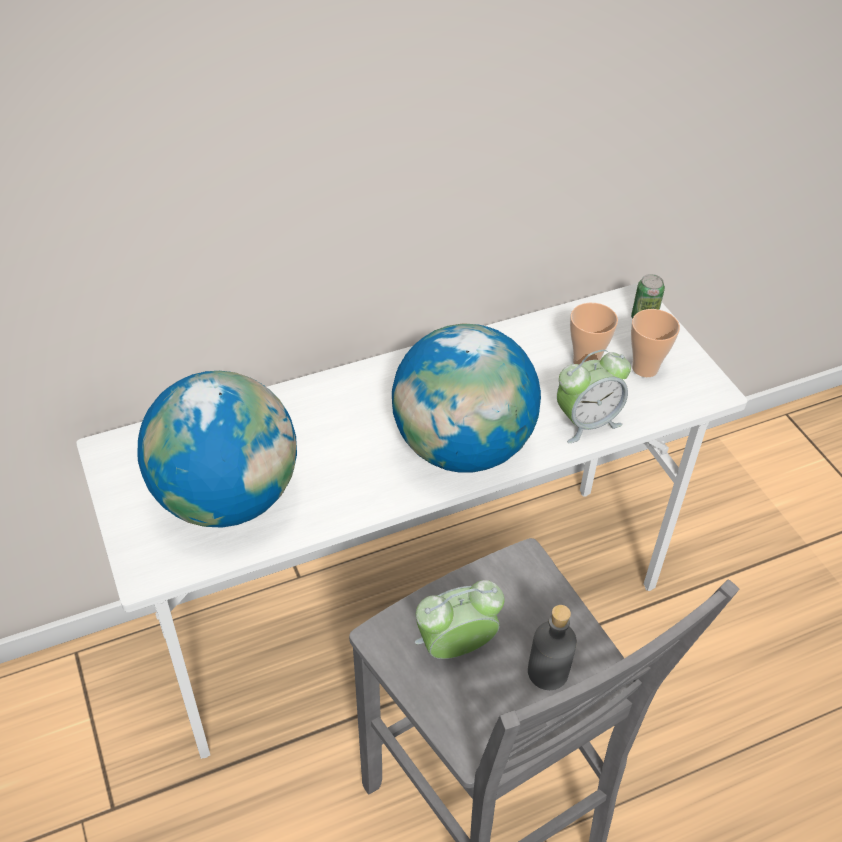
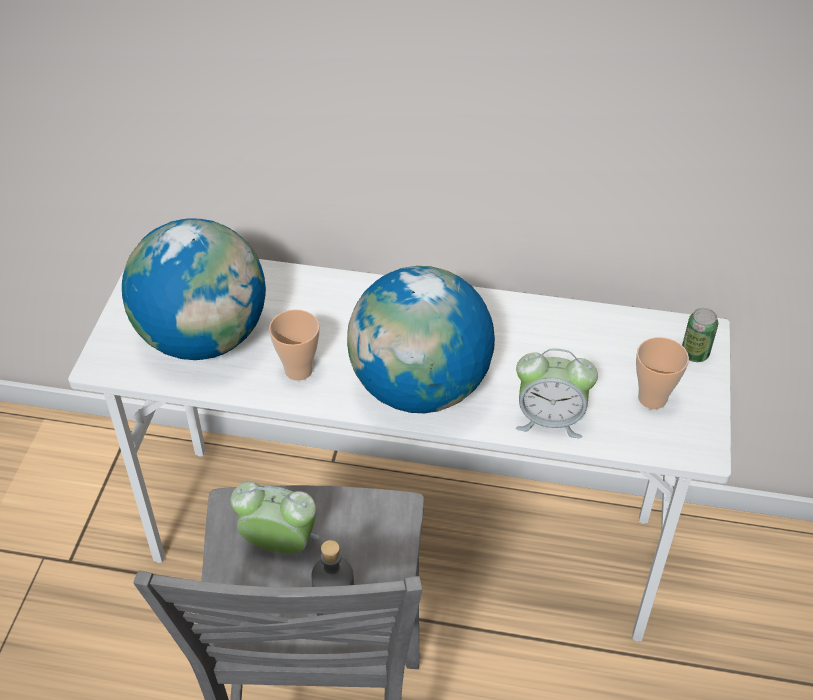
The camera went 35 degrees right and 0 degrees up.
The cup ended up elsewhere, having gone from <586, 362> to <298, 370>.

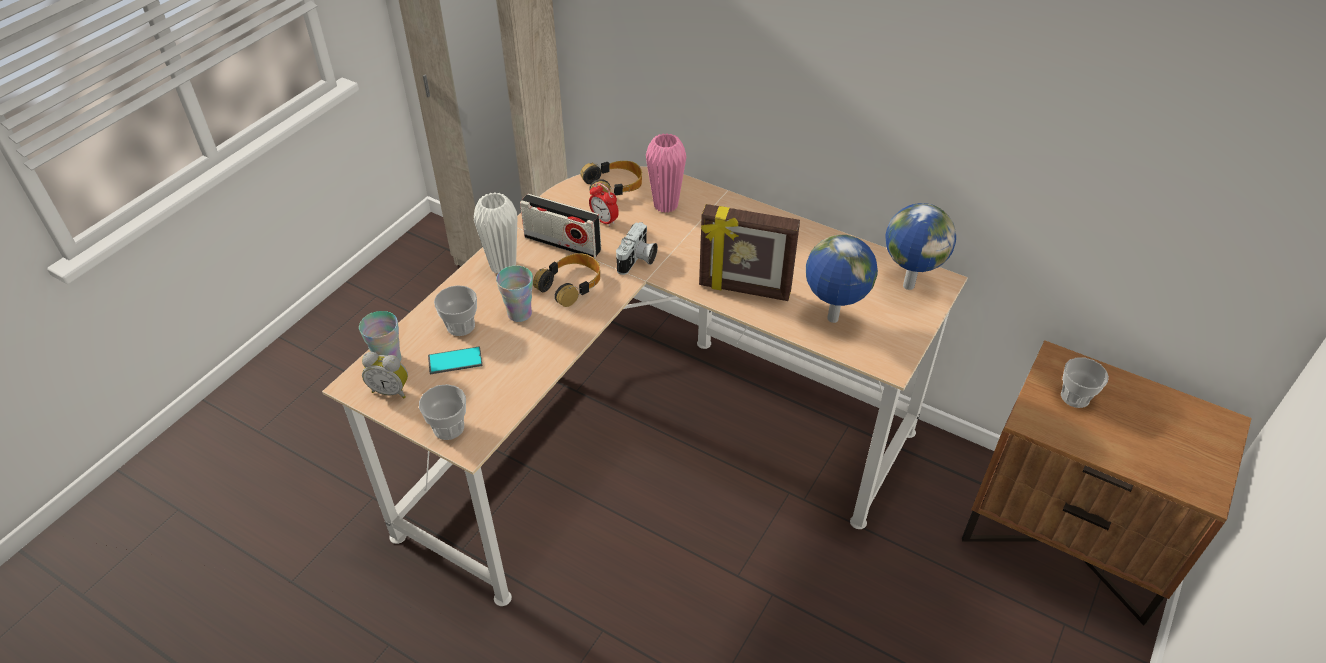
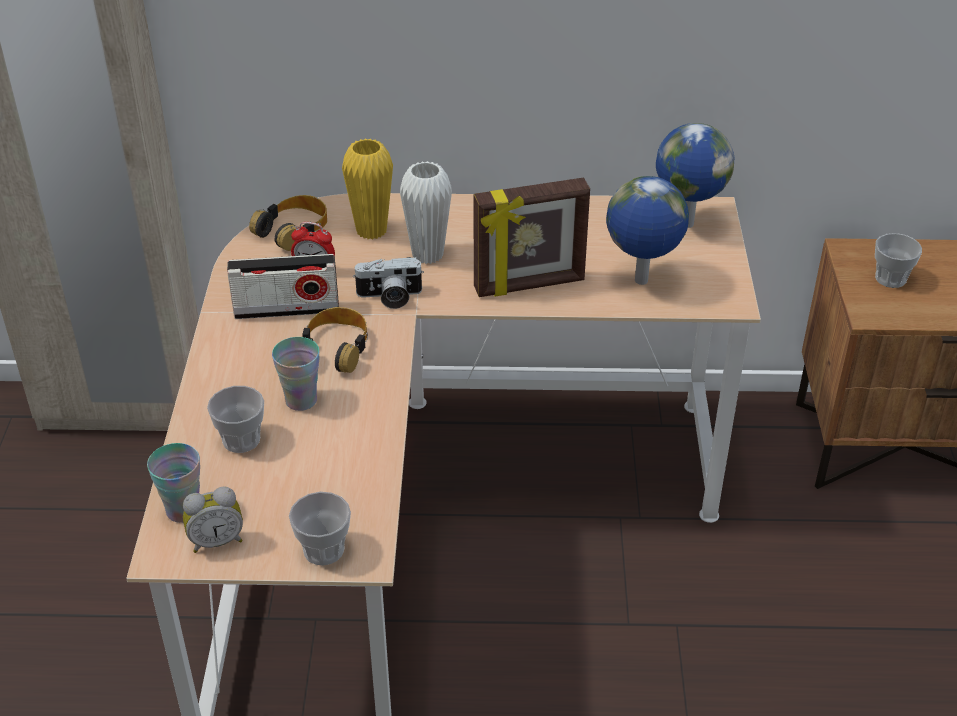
The camera went 30 degrees left and 5 degrees down.
What was the pink vase at <665, 205> turned into the yellow vase at <371, 231>.
The photo camera at <638, 260> ended up facing another way, 90 degrees clockwise from before.
The white vase ended up elsewhere, having gone from <503, 266> to <427, 255>.
The second view lost the phone at <455, 361>.

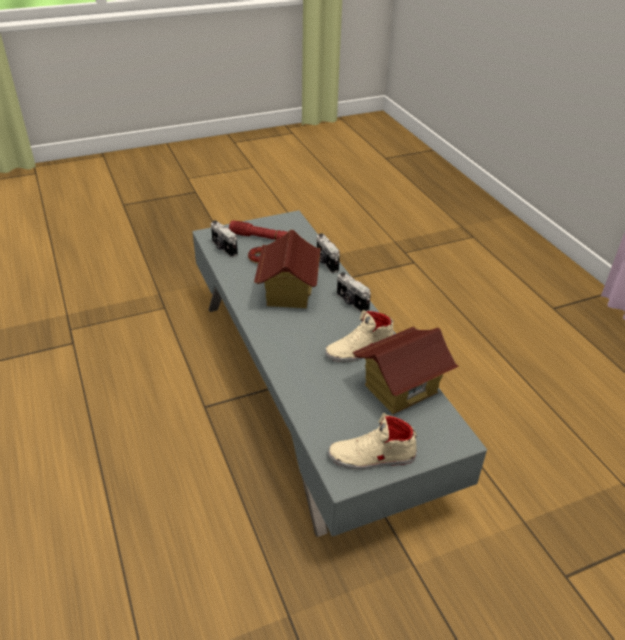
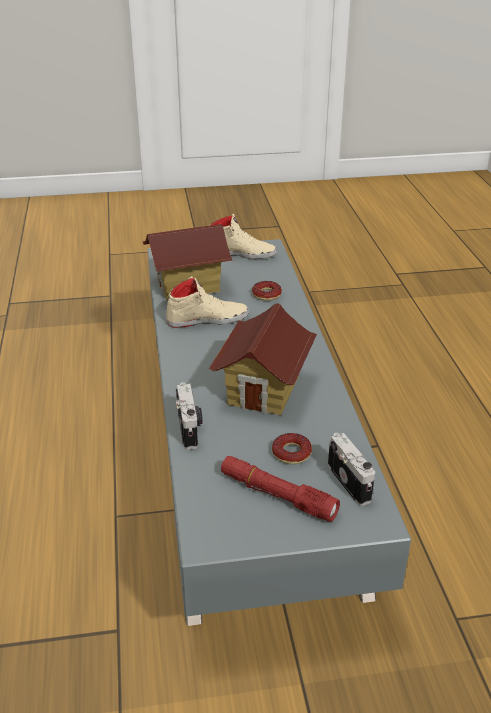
The camera went 165 degrees left and 5 degrees down.
The second view gained the donut at <266, 294>.
The second view lost the photo camera at <351, 303>.

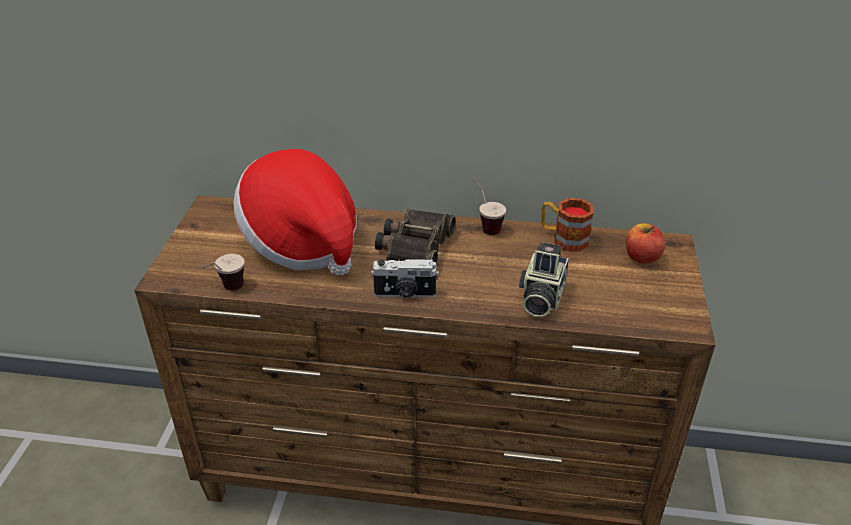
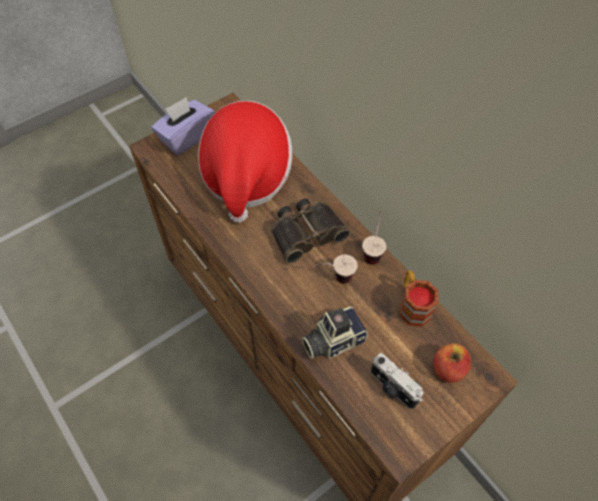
The camera went 45 degrees right and 20 degrees up.
The second view gained the purple tissue box at <186, 137>.
The cup ended up elsewhere, having gone from <226, 291> to <334, 279>.
The photo camera ended up elsewhere, having gone from <405, 294> to <392, 388>.

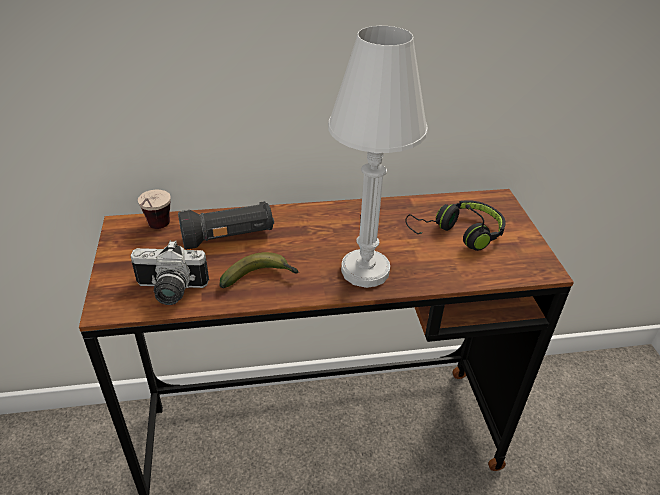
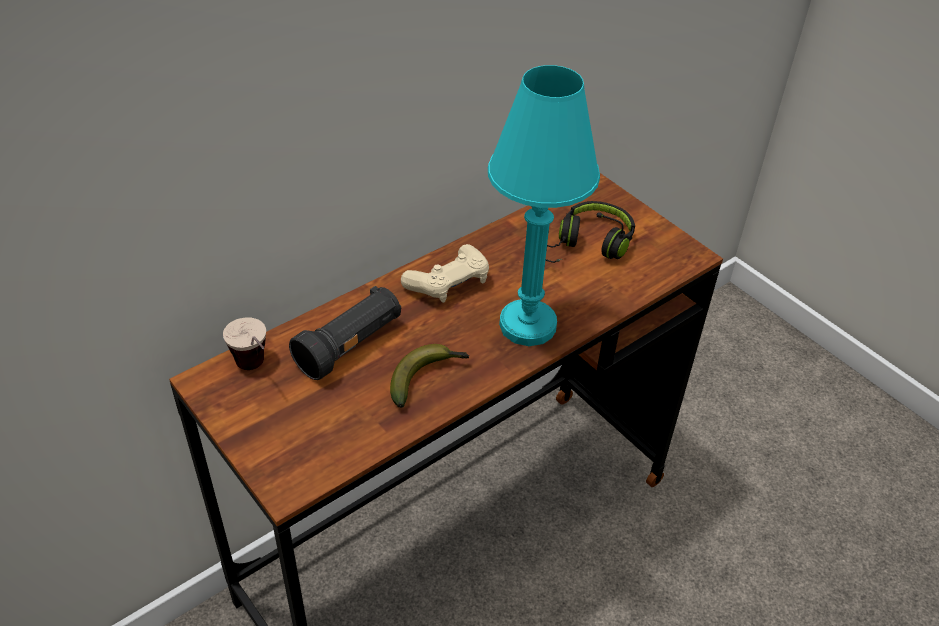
The camera went 30 degrees left and 5 degrees up.
The second view gained the beige game controller at <448, 283>.
What was the white table lamp at <365, 271> turned into the turquoise table lamp at <528, 325>.
The second view lost the photo camera at <170, 291>.

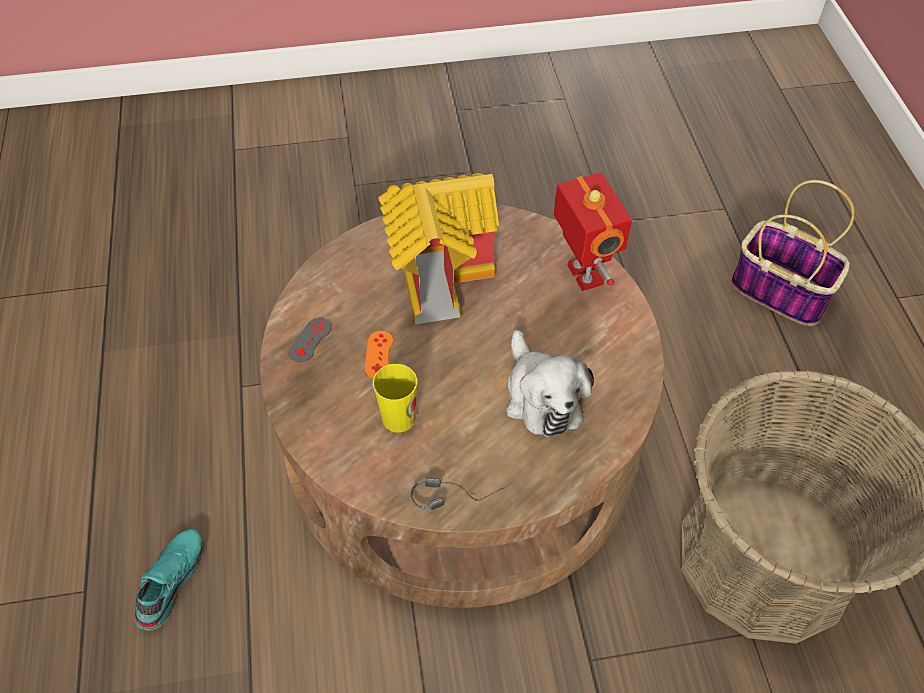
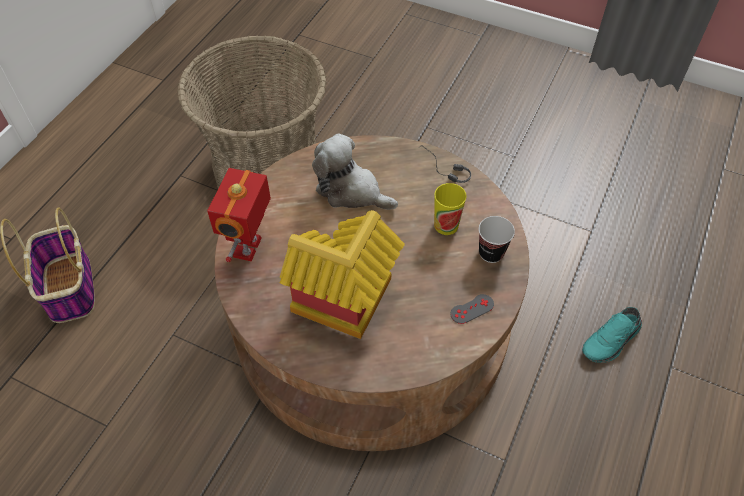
The camera went 145 degrees left and 0 degrees up.
The plush toy at <541, 396> ended up facing another way, 75 degrees counterclockwise from before.
The second view gained the cup at <491, 253>.
The second view lost the orange game controller at <379, 355>.

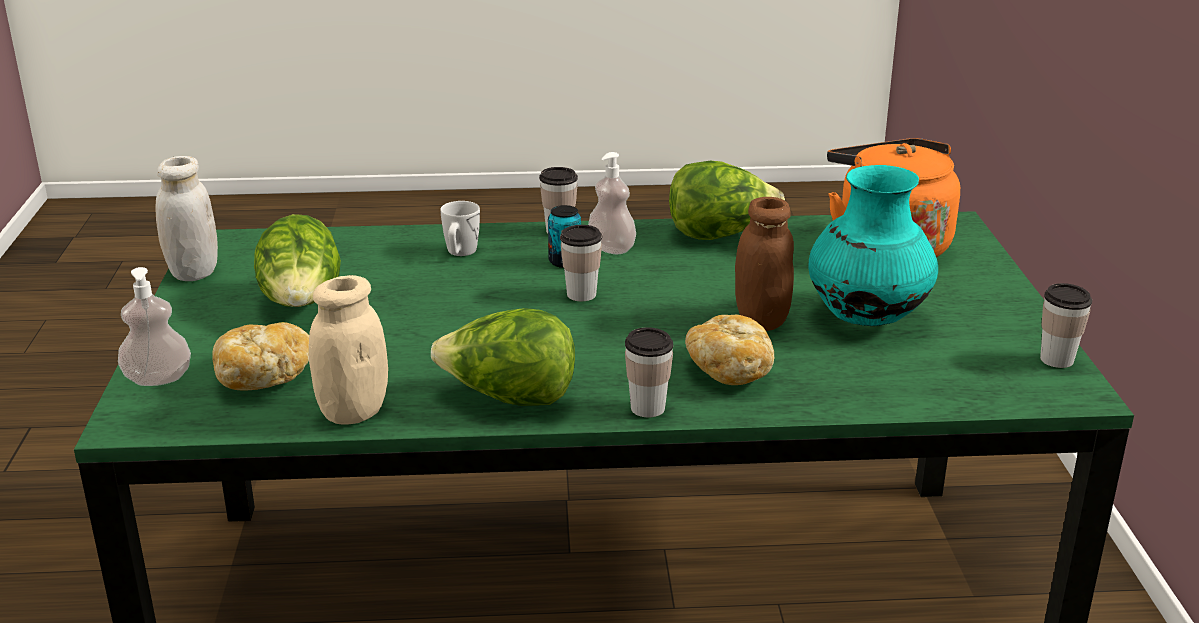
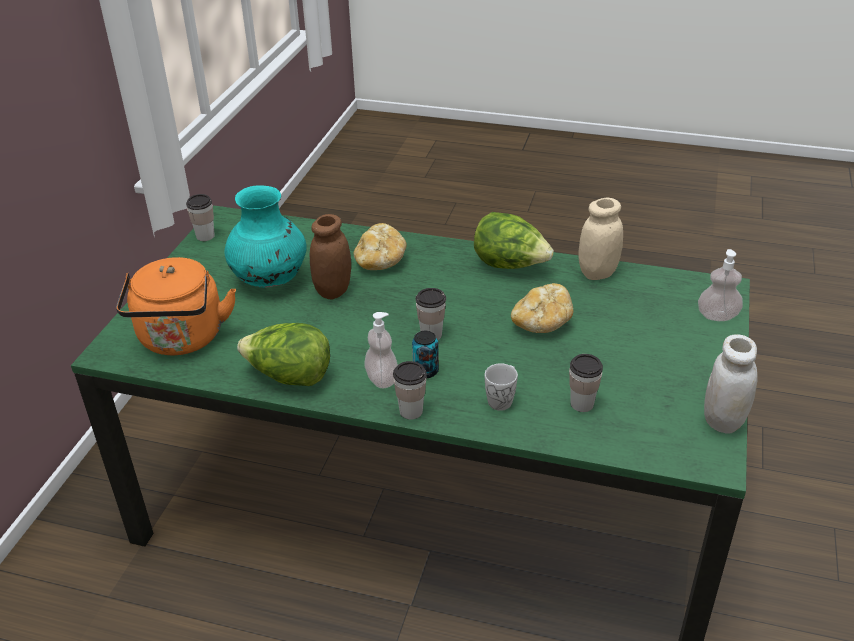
The camera went 160 degrees left and 10 degrees up.
The bread ended up elsewhere, having gone from <264, 376> to <542, 323>.
The cup ended up elsewhere, having gone from <647, 408> to <582, 404>.
The second view lost the lettuce at <302, 305>.

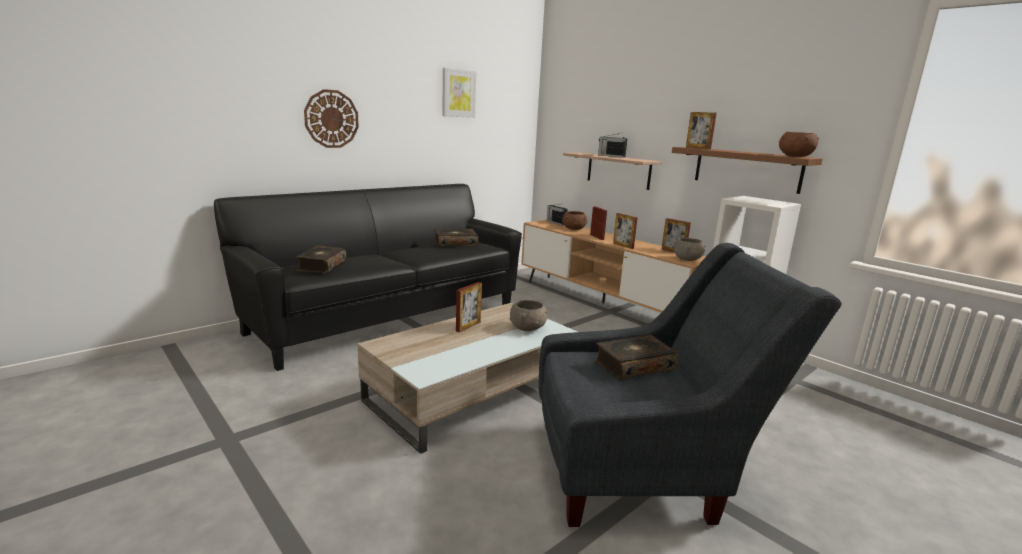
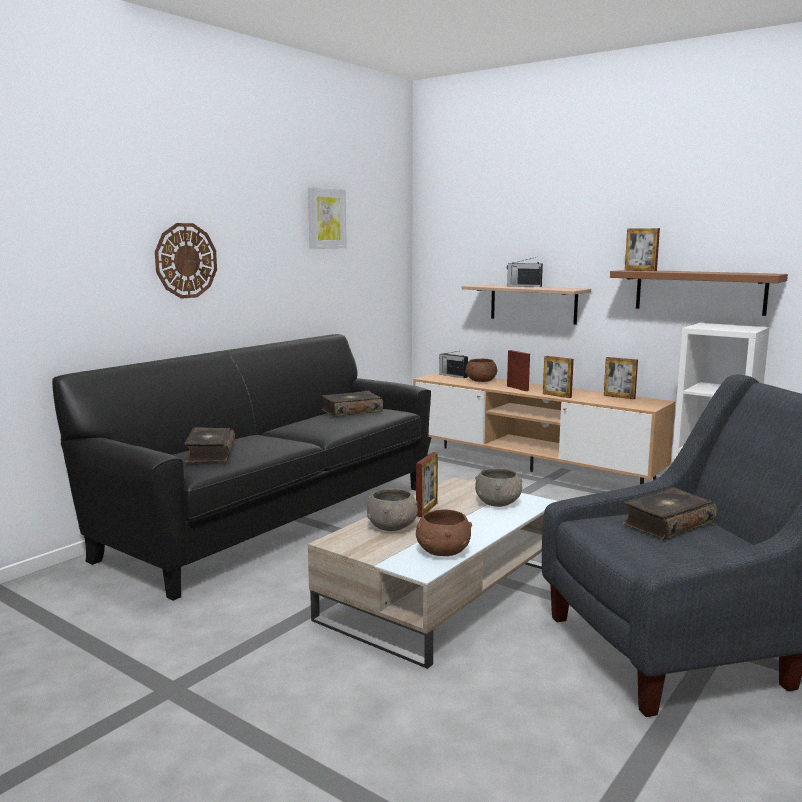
The camera went 10 degrees left and 5 degrees down.
The grey bowl ended up elsewhere, having gone from <687, 259> to <393, 526>.
The brown bowl ended up elsewhere, having gone from <795, 156> to <442, 552>.

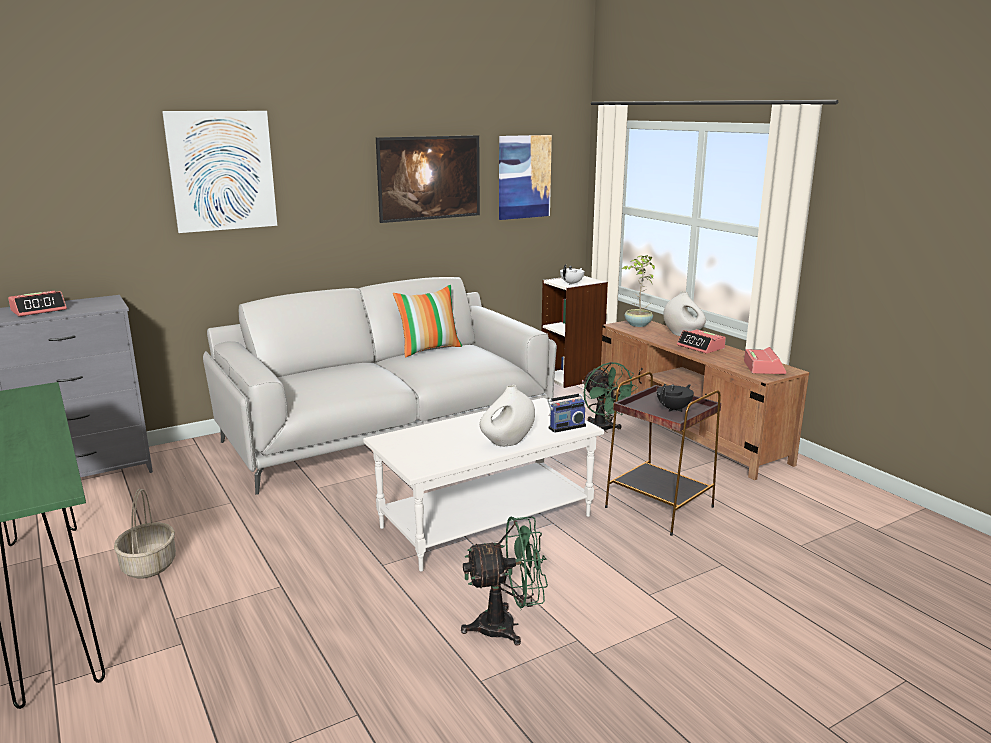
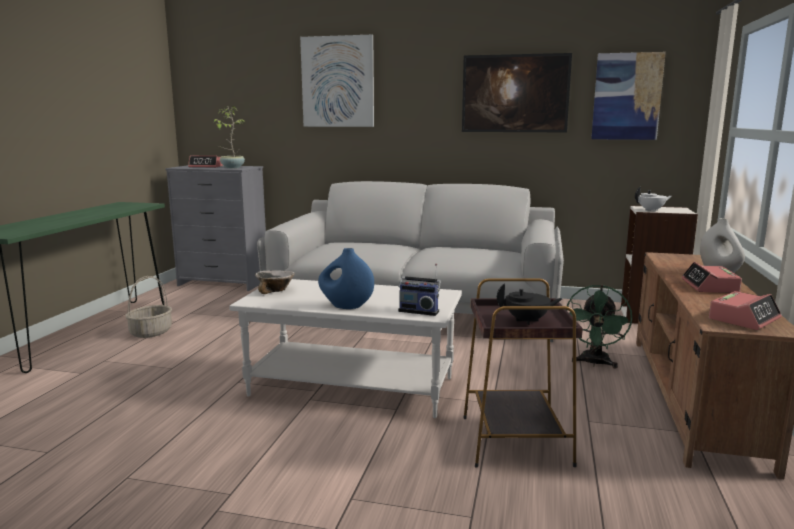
The camera went 45 degrees right and 5 degrees down.
The potted plant ended up elsewhere, having gone from <637, 325> to <232, 167>.
The second view gained the bowl at <275, 290>.
What was the white vase at <507, 443> turned into the blue vase at <346, 306>.
The second view lost the pillow at <429, 349>.
The second view lost the green fan at <506, 626>.

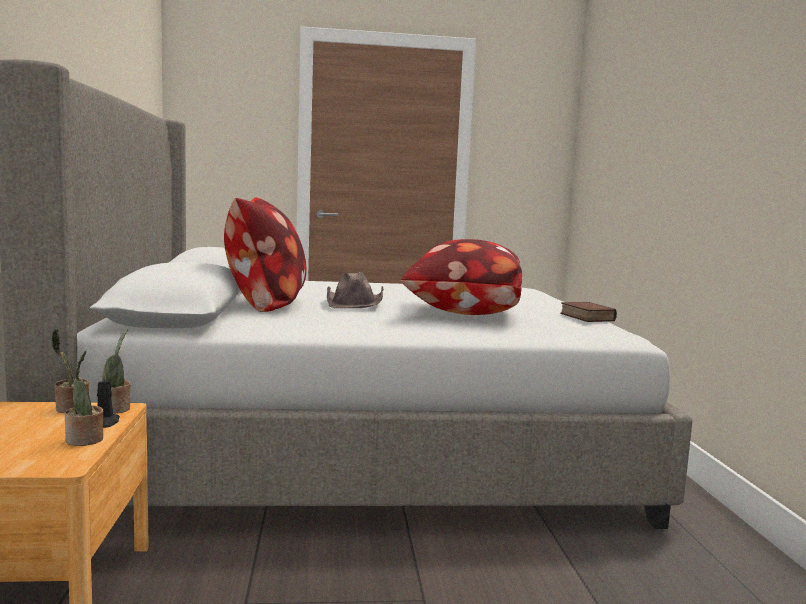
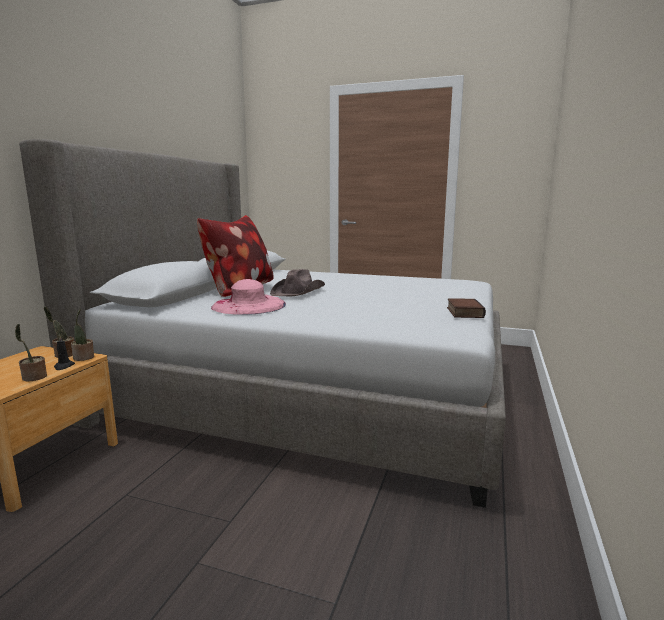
The camera went 25 degrees right and 5 degrees up.
The second view gained the pink hat at <248, 305>.
The second view lost the pillow at <462, 312>.

